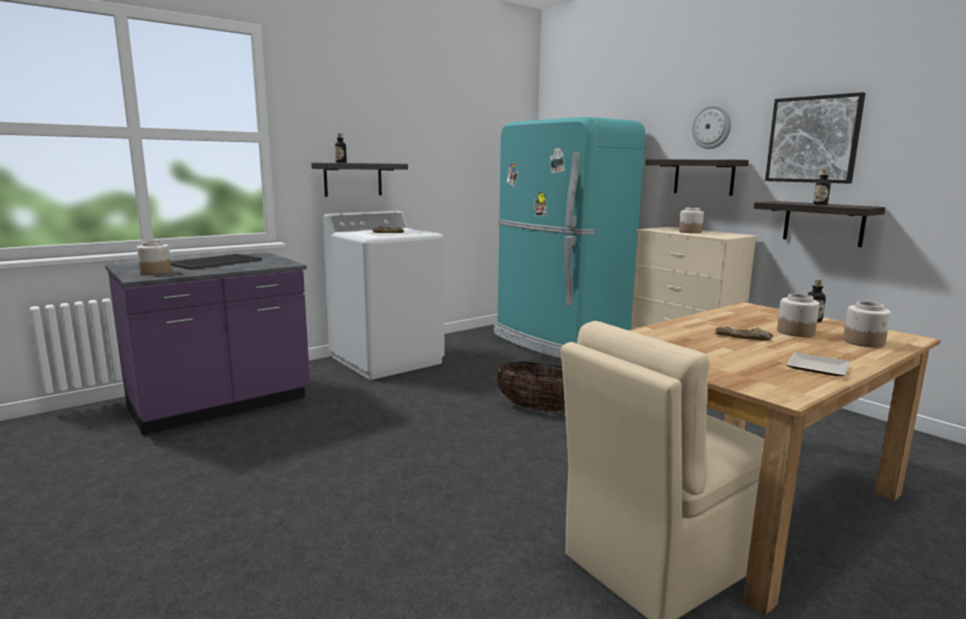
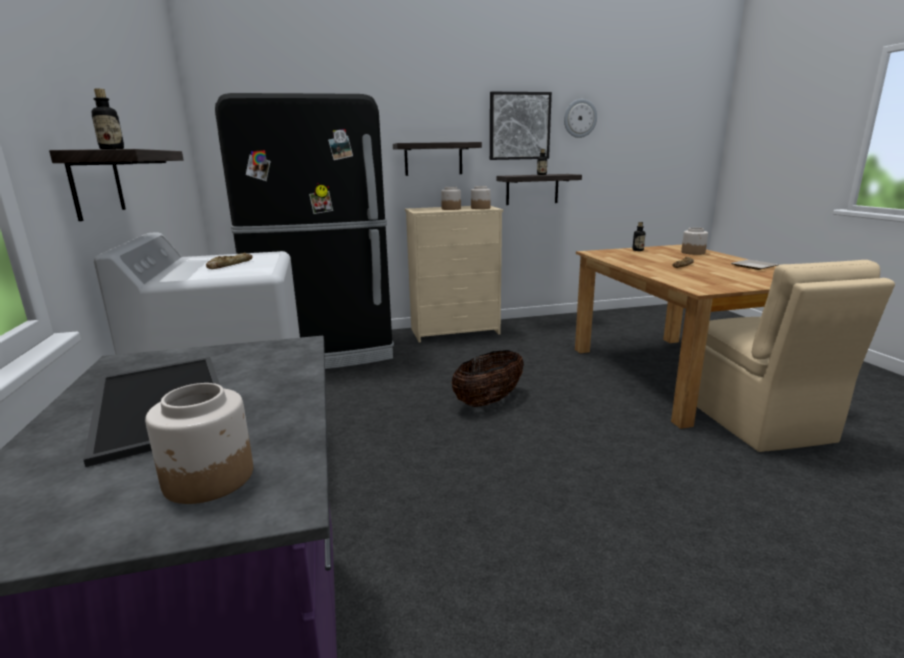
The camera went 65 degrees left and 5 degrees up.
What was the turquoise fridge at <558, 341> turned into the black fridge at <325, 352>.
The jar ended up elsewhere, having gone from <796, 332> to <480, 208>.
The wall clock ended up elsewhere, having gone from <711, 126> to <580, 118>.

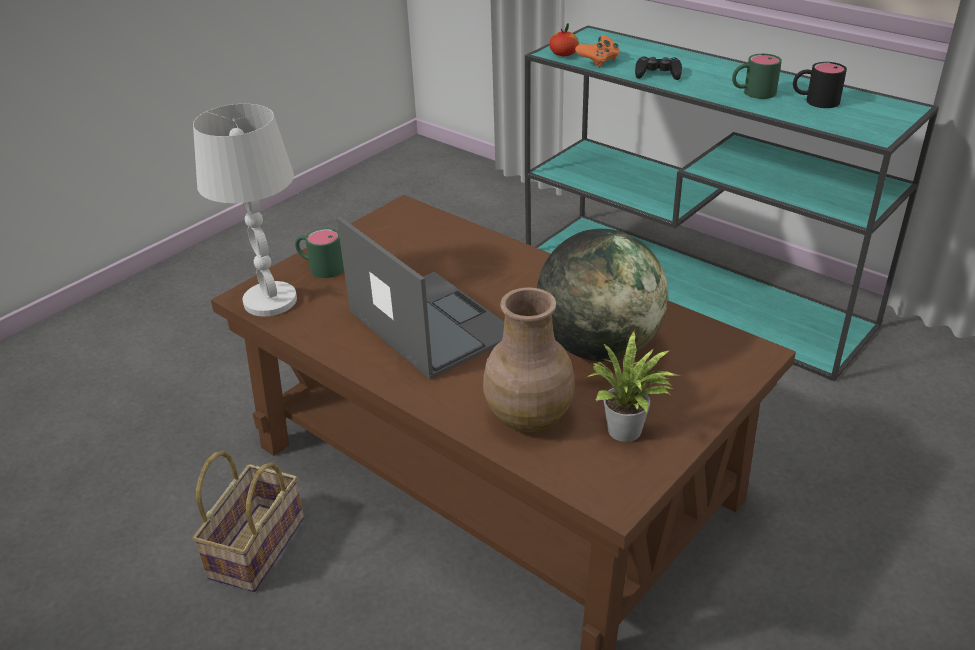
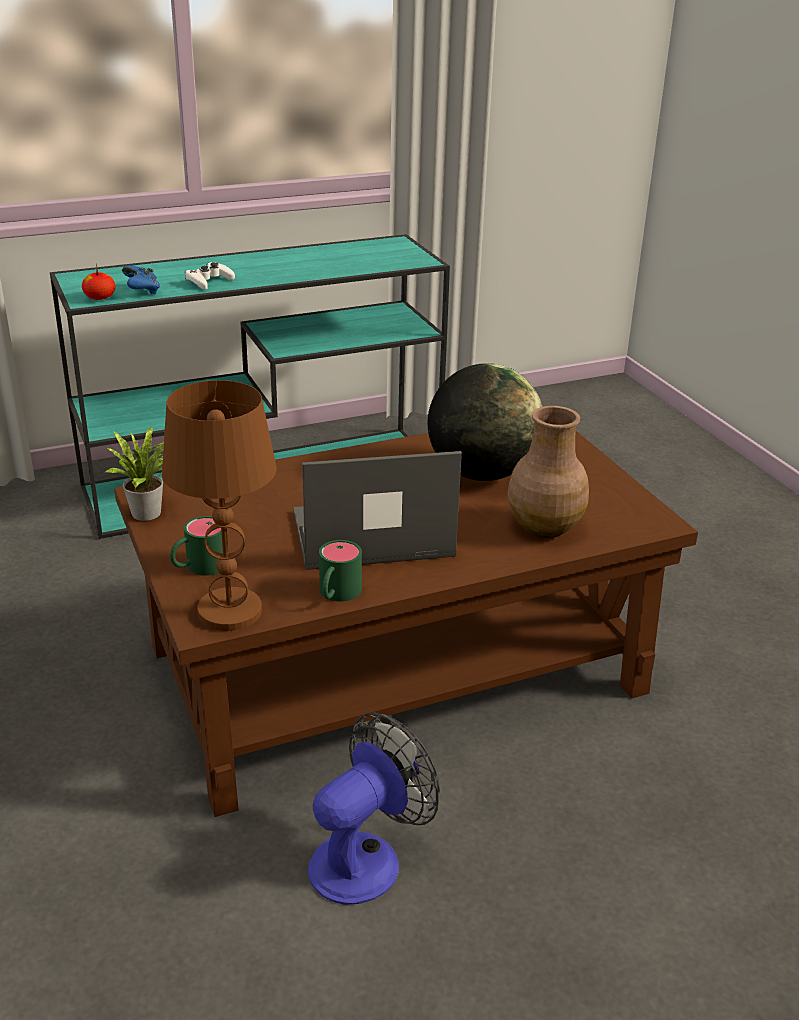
The camera went 65 degrees left and 5 degrees down.
The potted plant ended up elsewhere, having gone from <628, 433> to <150, 512>.
What was the orange game controller at <598, 61> turned into the blue game controller at <142, 291>.
What was the white table lamp at <271, 301> turned into the brown table lamp at <230, 611>.
What was the black game controller at <658, 73> turned into the white game controller at <209, 281>.
Where the basket stood at <256, 545>, the fan came to stand at <366, 858>.
The green mug ended up elsewhere, having gone from <752, 93> to <336, 594>.
The second view lost the black mug at <814, 101>.

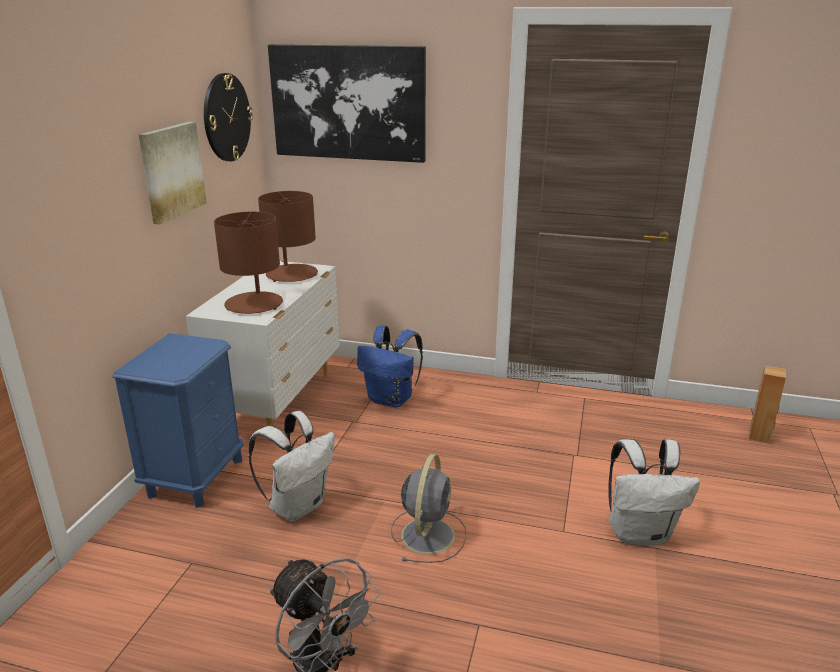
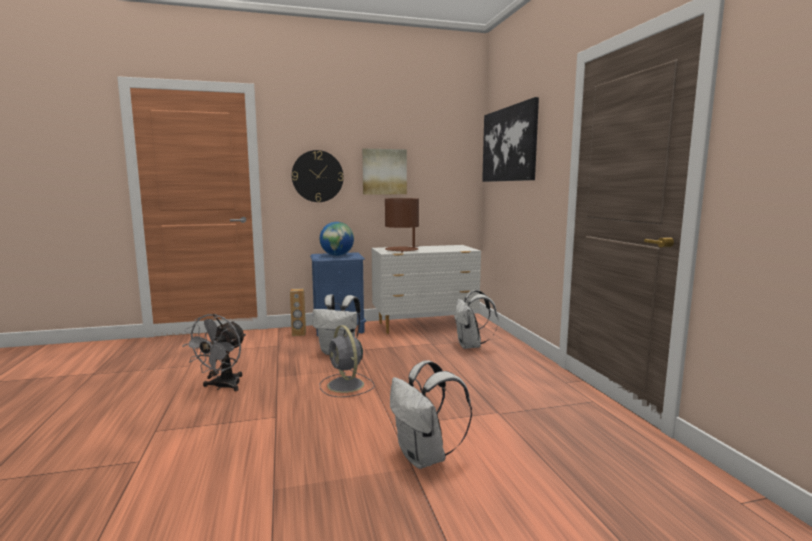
The camera went 60 degrees right and 15 degrees down.
The brown speaker ended up elsewhere, having gone from <759, 436> to <299, 334>.
The wall clock ended up elsewhere, having gone from <226, 117> to <317, 176>.
The second view gained the globe at <337, 255>.
The grey fan at <428, 534> ended up facing another way, 75 degrees clockwise from before.
What was the blue backpack at <391, 399> turned into the white backpack at <471, 346>.
The second view lost the brown table lamp at <291, 274>.

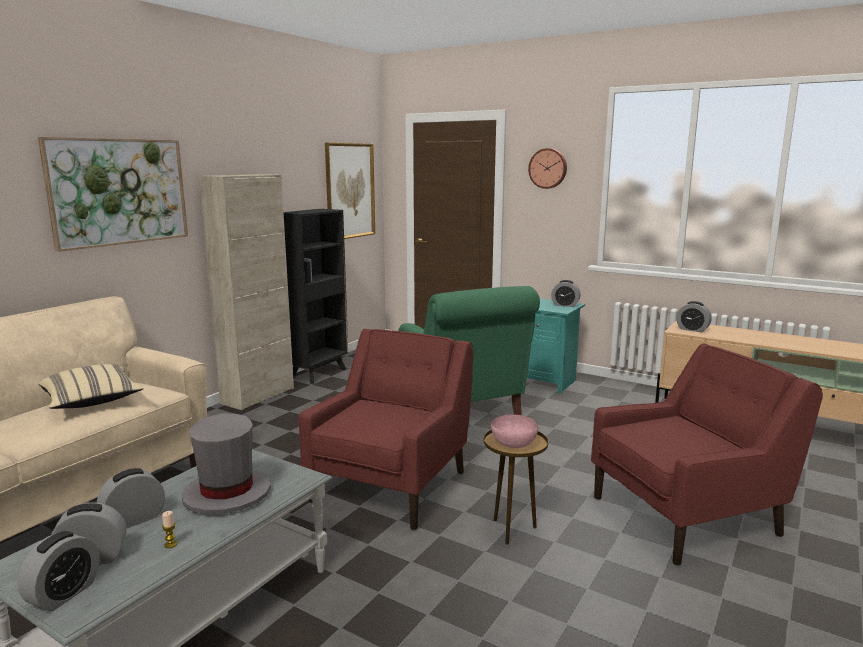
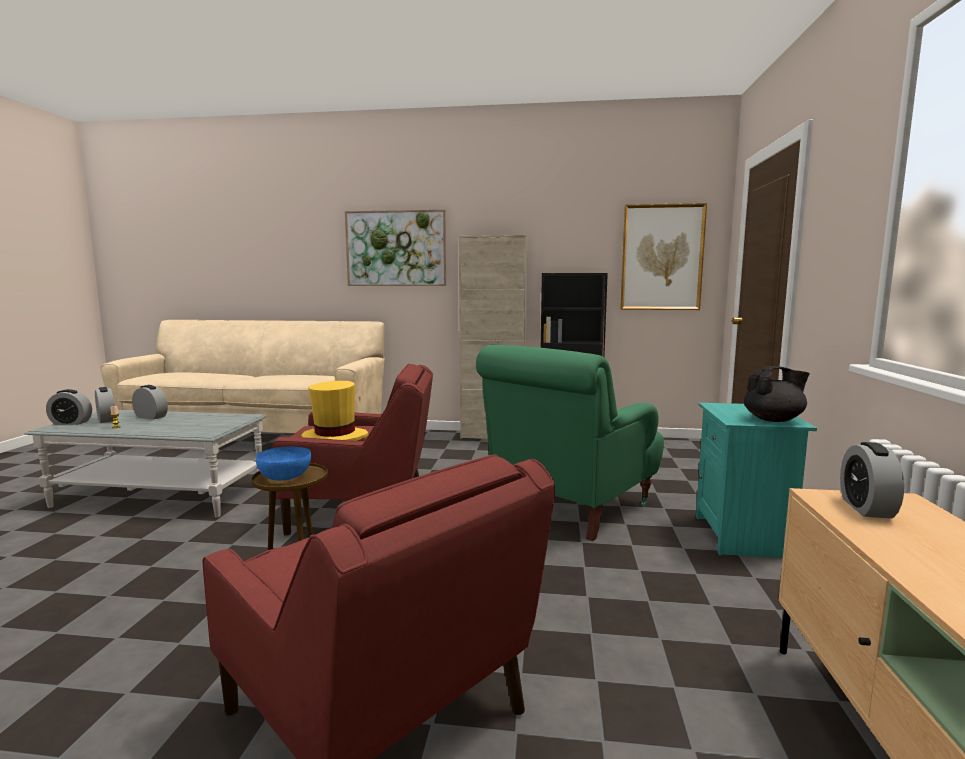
The camera went 65 degrees right and 5 degrees down.
What was the pink bowl at <513, 443> turned into the blue bowl at <285, 476>.
The second view gained the yellow hat at <335, 437>.
Where the alarm clock stood at <565, 305>, the black teapot came to stand at <774, 420>.
The second view lost the beige pillow at <92, 402>.
The second view lost the grey hat at <227, 494>.
The second view lost the wall clock at <548, 168>.

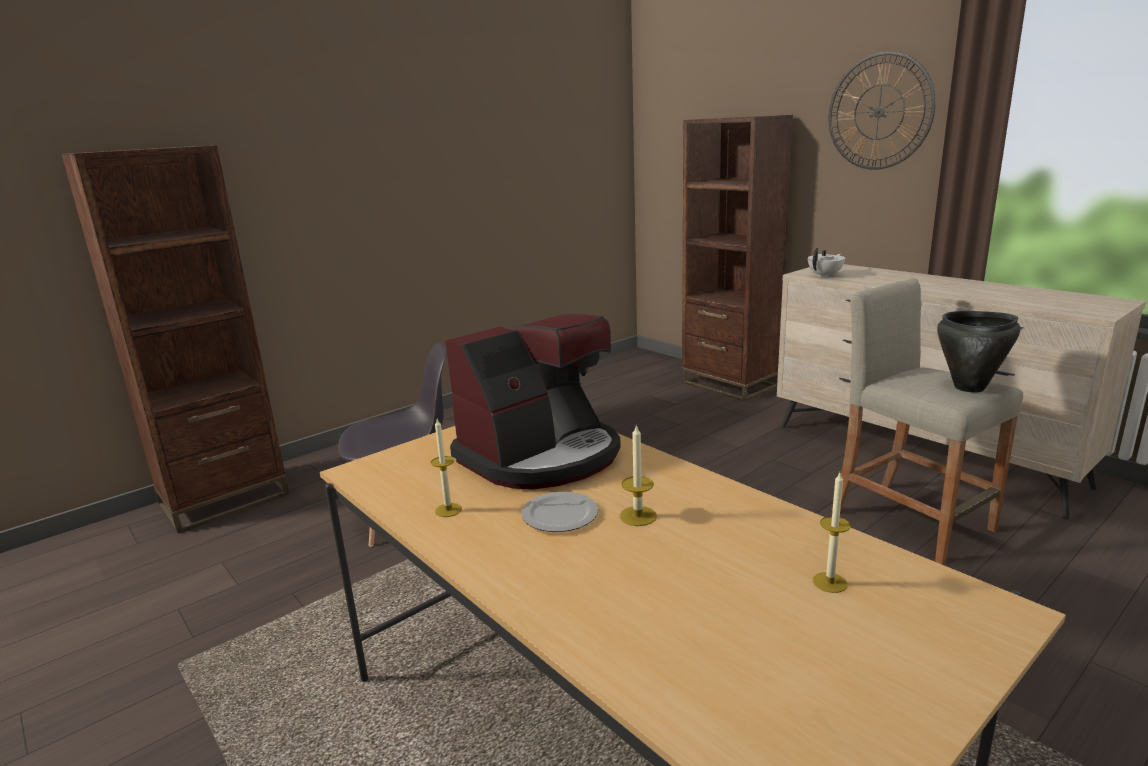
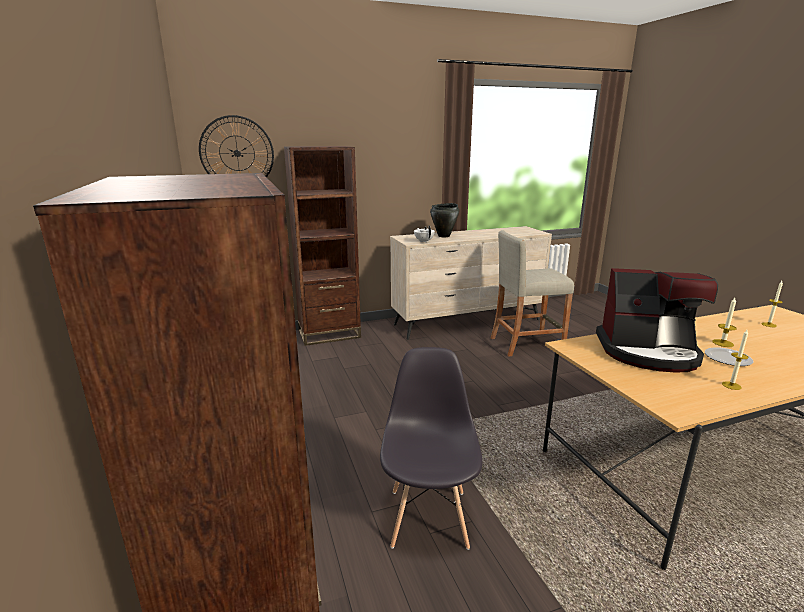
The camera went 70 degrees left and 0 degrees up.
The wall clock ended up elsewhere, having gone from <879, 112> to <237, 153>.
The black cooking pot ended up elsewhere, having gone from <970, 388> to <444, 236>.
The coffee machine at <541, 456> ended up facing another way, 120 degrees clockwise from before.

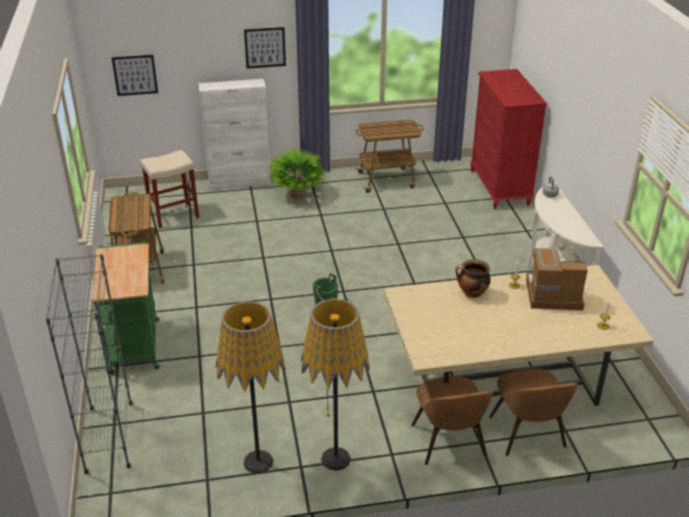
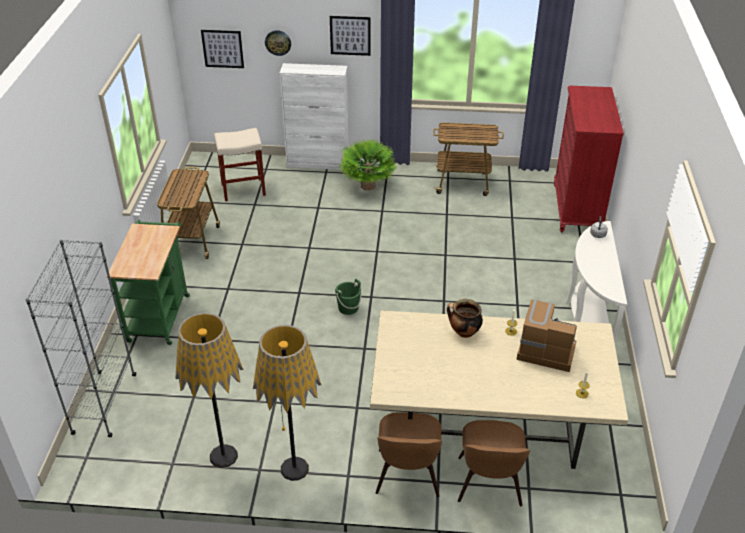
The camera went 15 degrees right and 5 degrees up.
The second view gained the wall clock at <278, 42>.

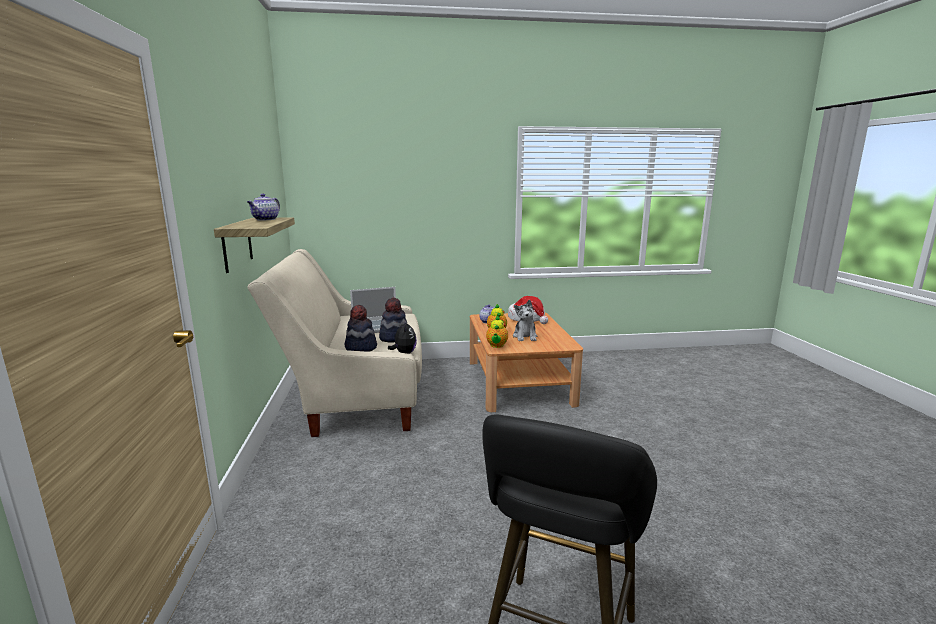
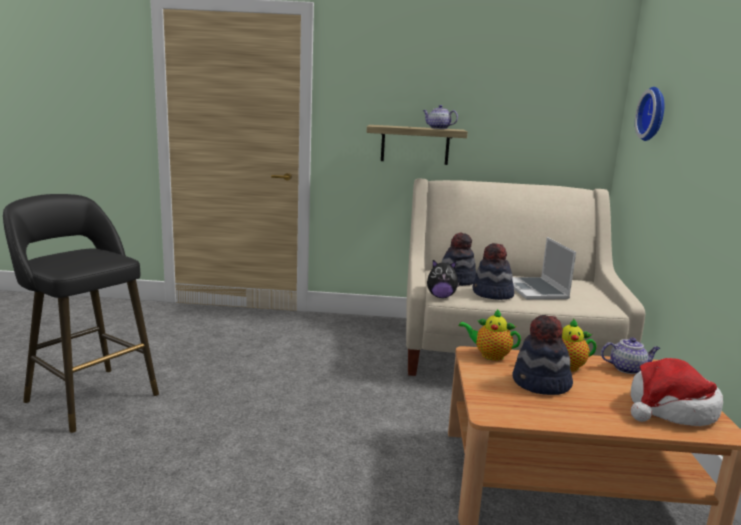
The camera went 100 degrees right and 0 degrees up.
Where the plush toy stood at <525, 337>, the hat came to stand at <540, 384>.
The second view gained the wall clock at <654, 114>.

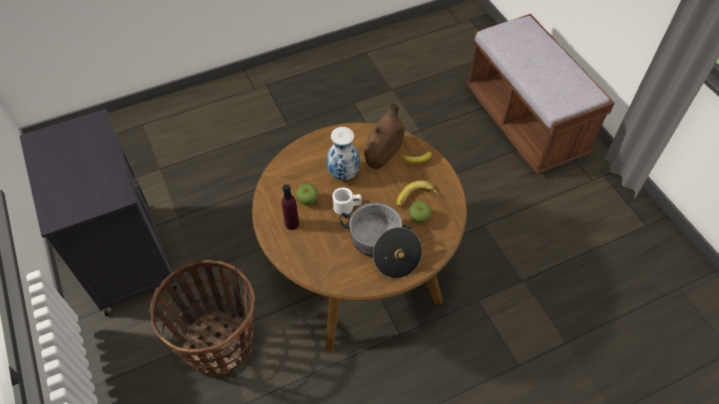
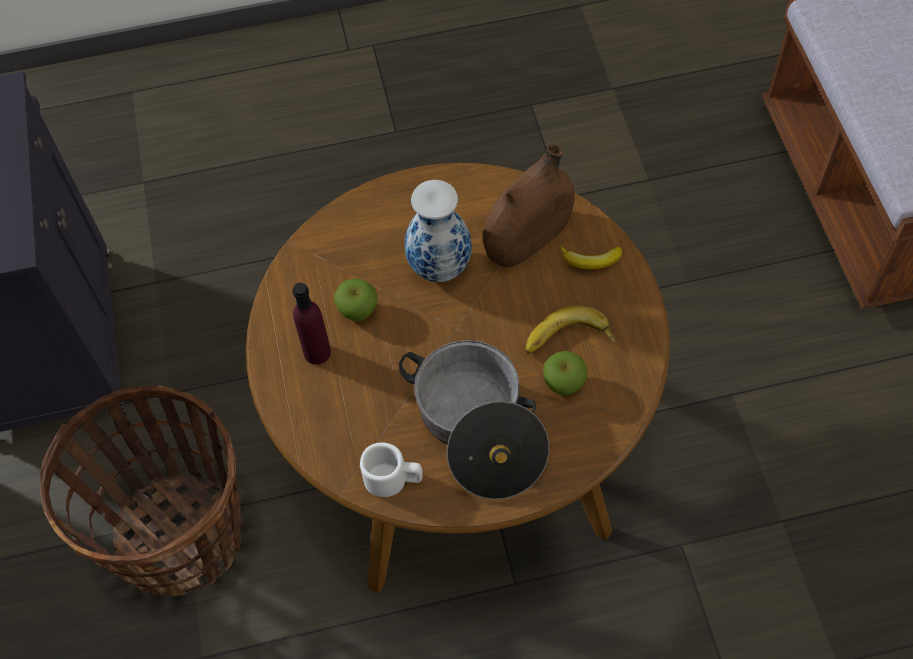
The camera went 15 degrees right and 5 degrees up.
The white mug ended up elsewhere, having gone from <347, 206> to <393, 479>.

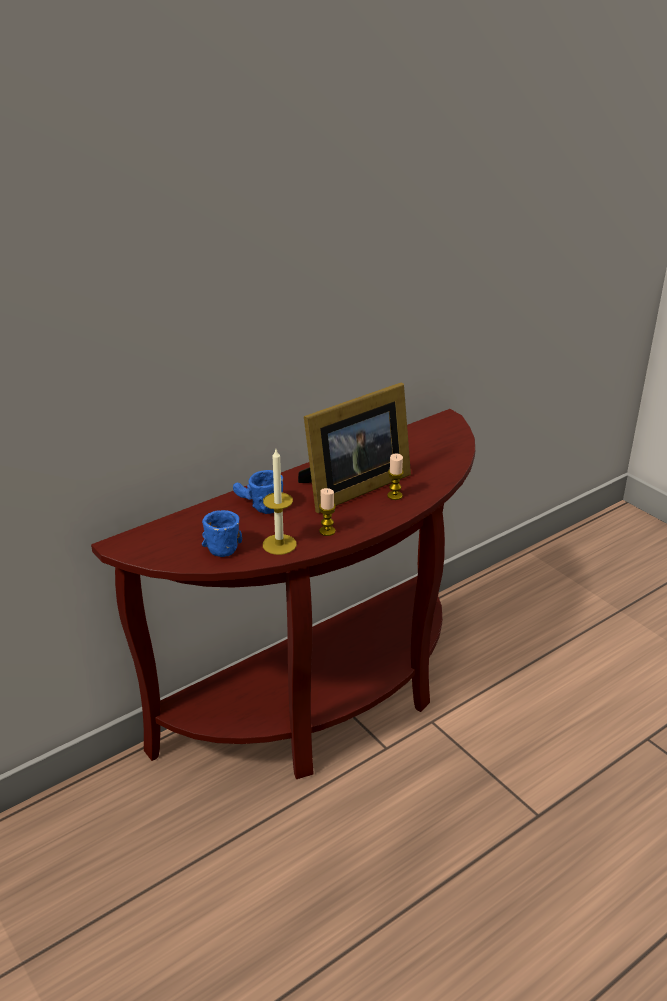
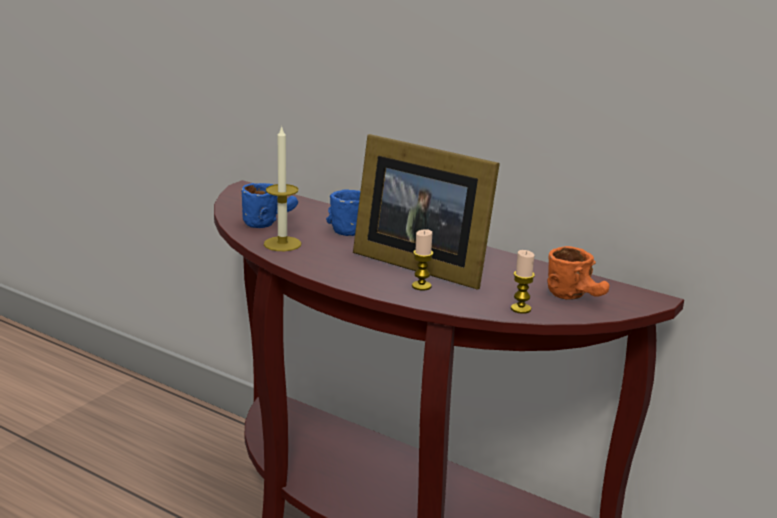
The camera went 70 degrees right and 10 degrees down.
The candle ended up elsewhere, having gone from <327, 531> to <521, 309>.
The second view gained the orange mug at <578, 297>.

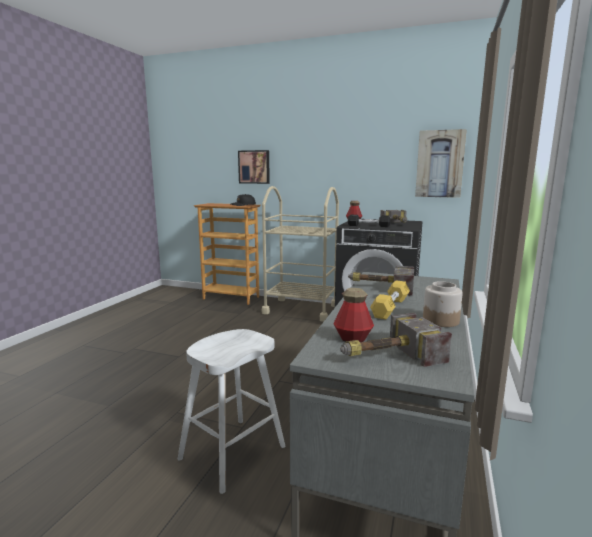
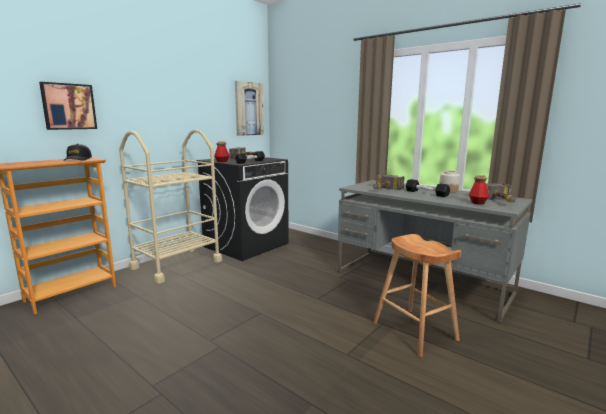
The camera went 70 degrees left and 0 degrees up.
What was the white stool at <232, 453> turned into the brown stool at <414, 331>.
What was the yellow dumbbell at <390, 308> turned into the black dumbbell at <426, 193>.

